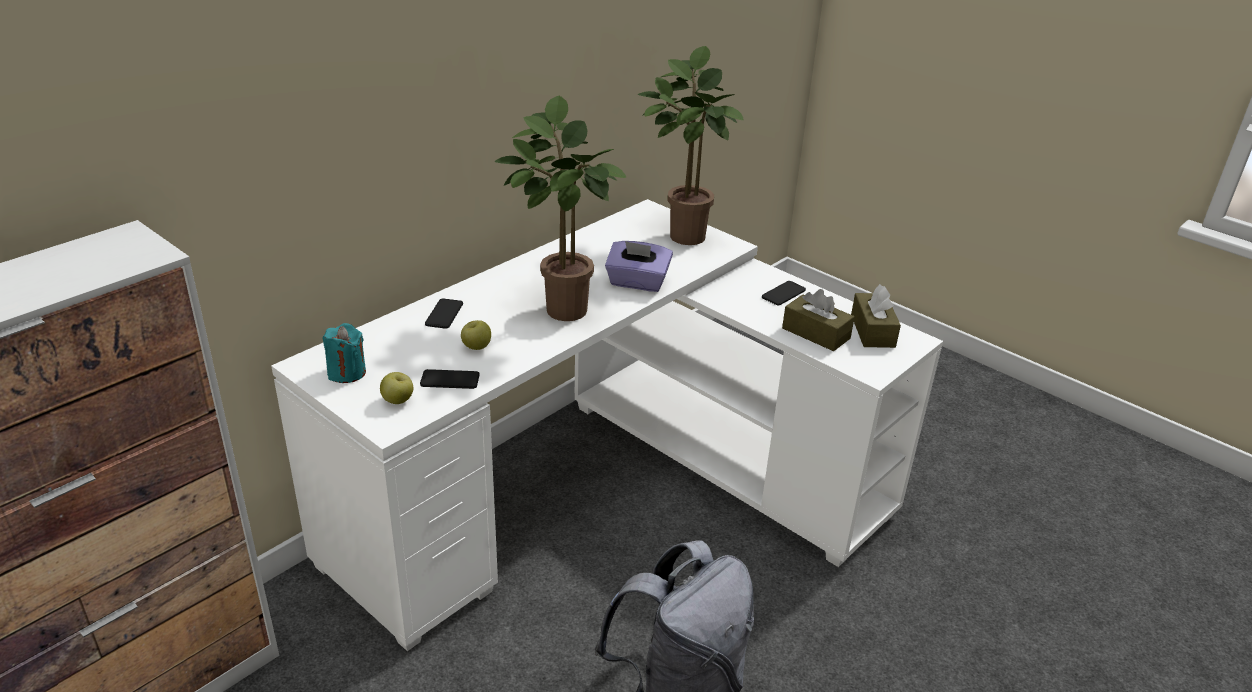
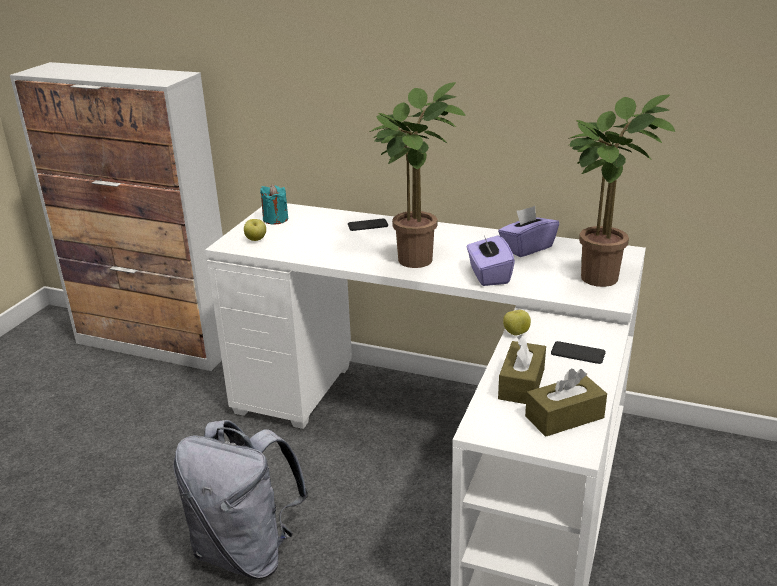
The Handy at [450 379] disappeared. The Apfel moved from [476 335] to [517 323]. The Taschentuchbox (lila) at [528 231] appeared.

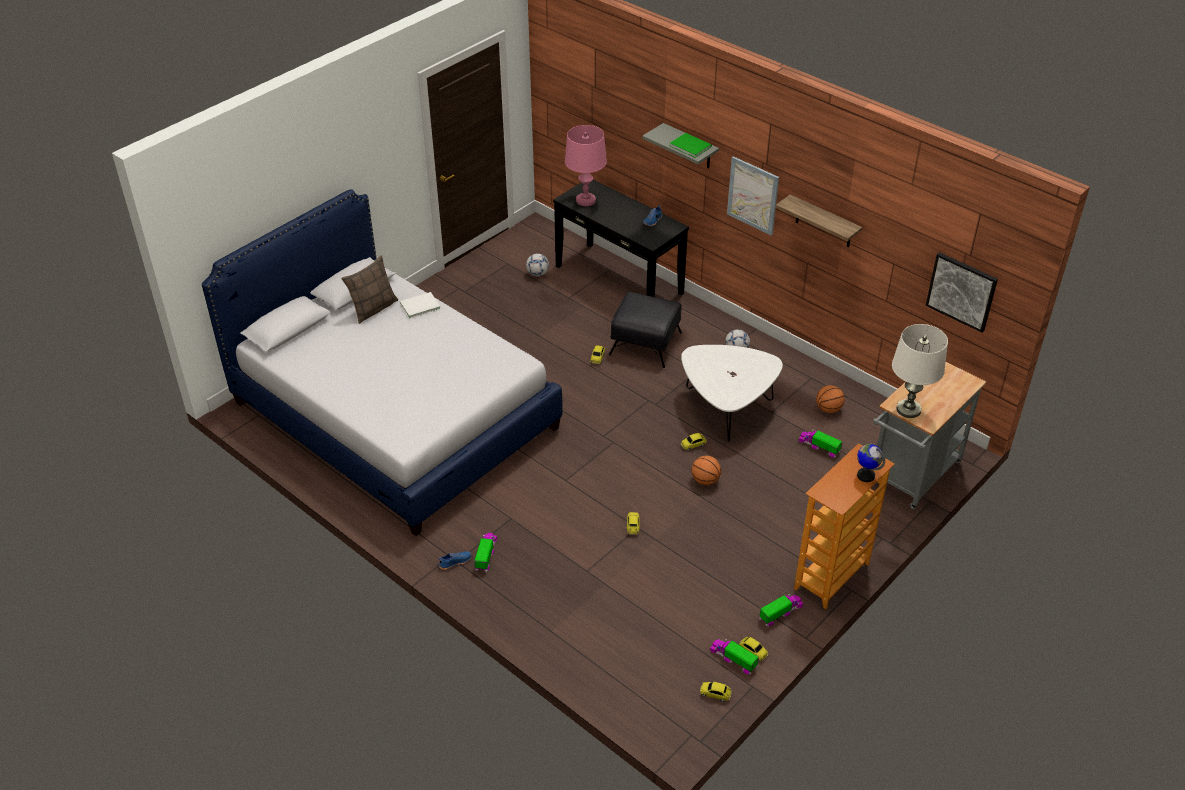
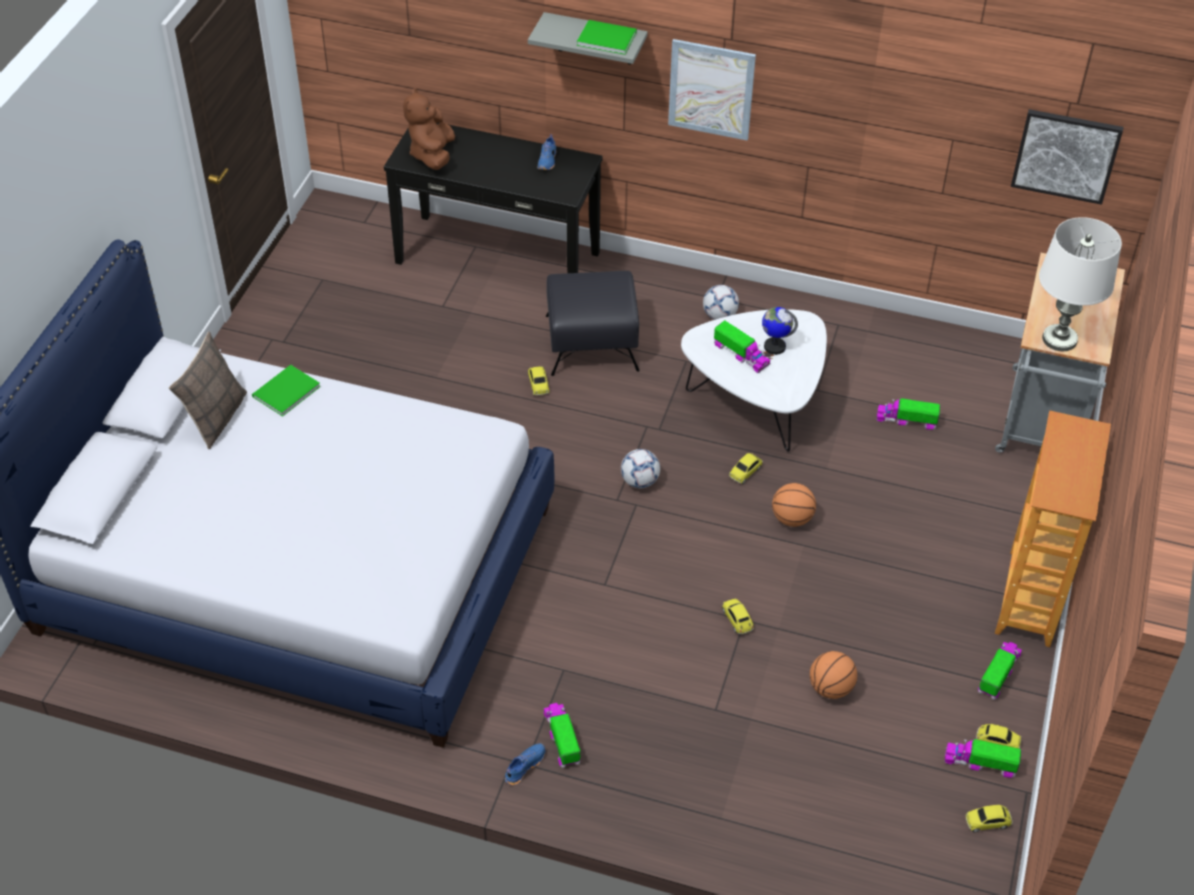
The Buch (weiß) at [420 305] became the Buch (grün) at [286 391]. The Fußball moved from [537 264] to [640 468]. The Tischlampe (rosa) at [586 165] was replaced by the Plüschtier (braun) at [429 129]. The Wandregal at [818 220] disappeared. The Basketball moved from [830 399] to [833 675]. The Globus moved from [871 463] to [780 331]. The Spielzeuglaster at [742 346] appeared.

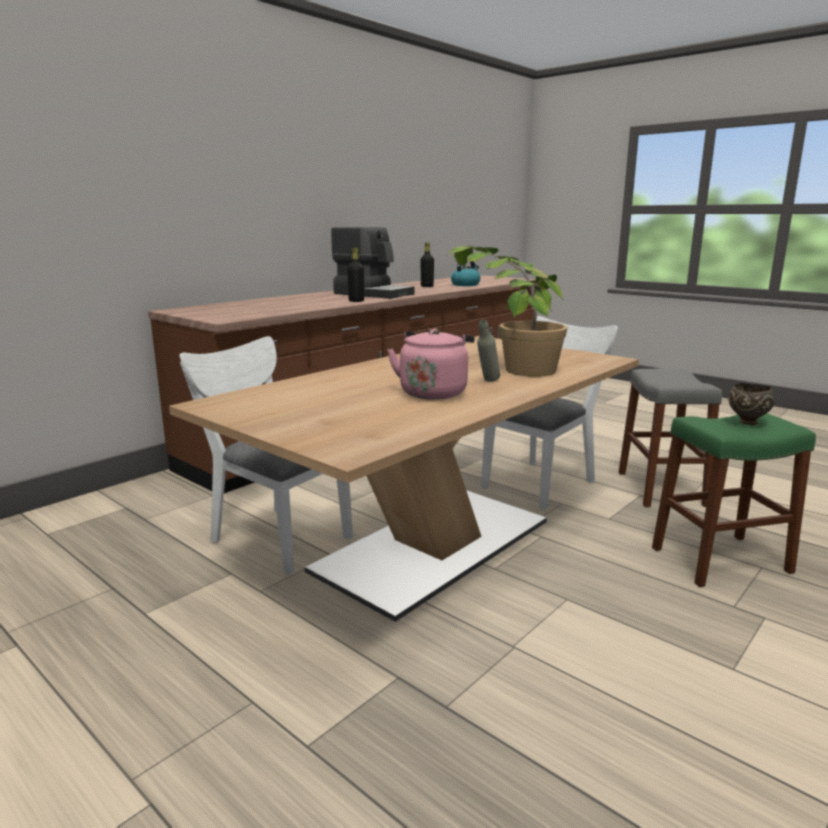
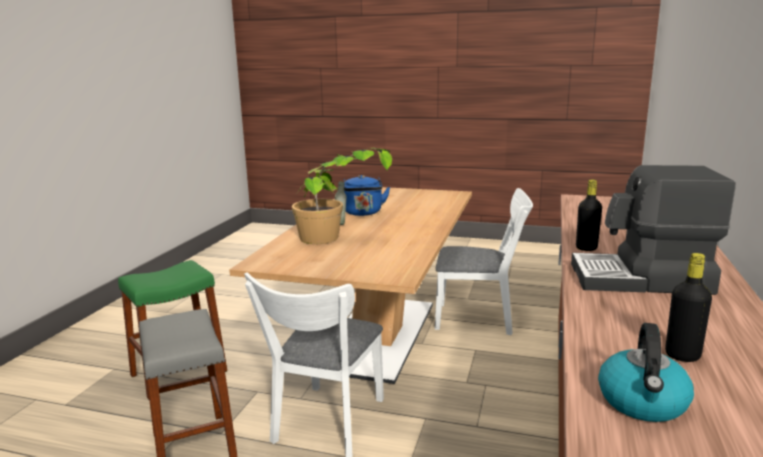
The Wasserkessel (rosa) at [431 364] became the Wasserkessel (blau) at [367 195]. The Schüssel (braun) at [751 404] disappeared.

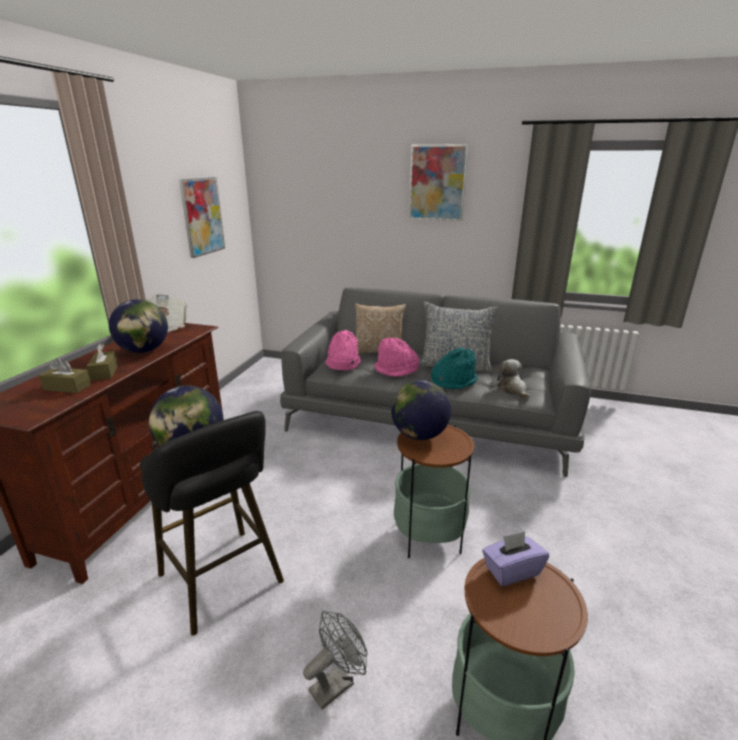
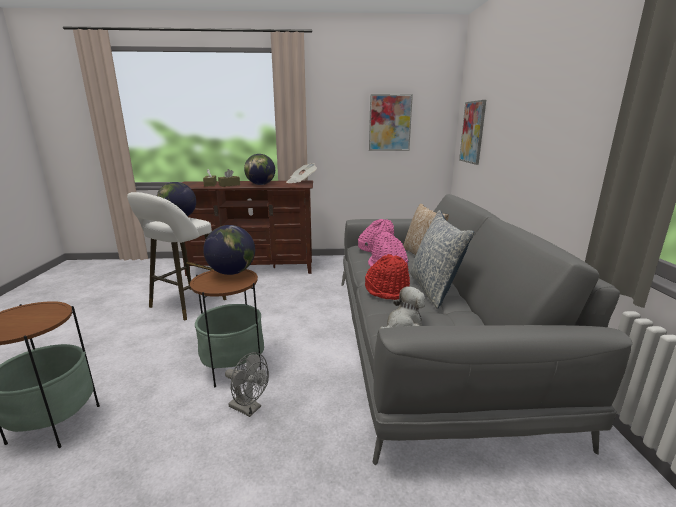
The Hocker (schwarz) at [212 523] became the Hocker (weiß) at [176 256]. The Ventilator (grau) moved from [335 660] to [247 384]. The Bild moved from [438 182] to [472 132]. The Hut (türkis) at [454 368] became the Hut (rot) at [387 277]. The Taschentuchbox (lila) at [515 558] disappeared.

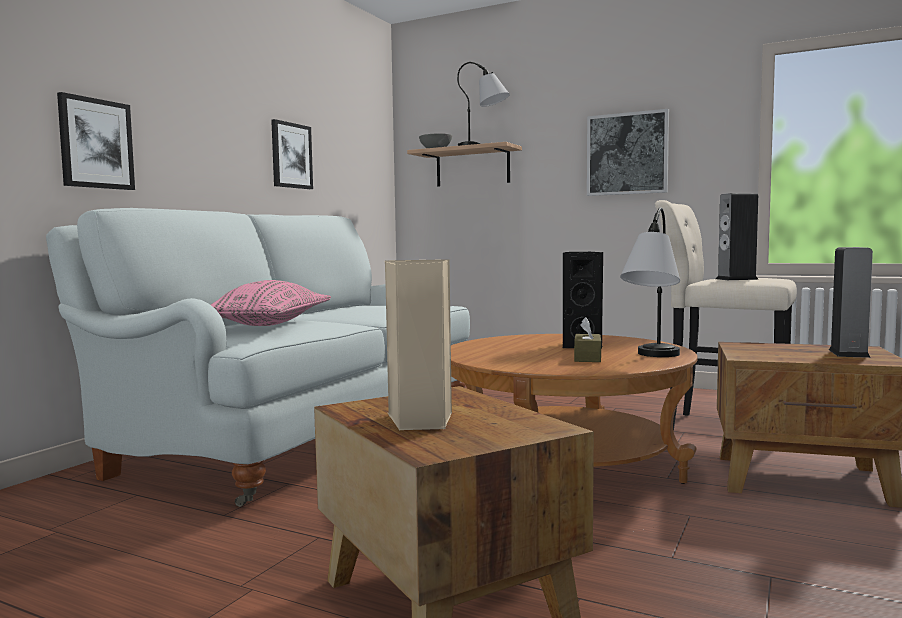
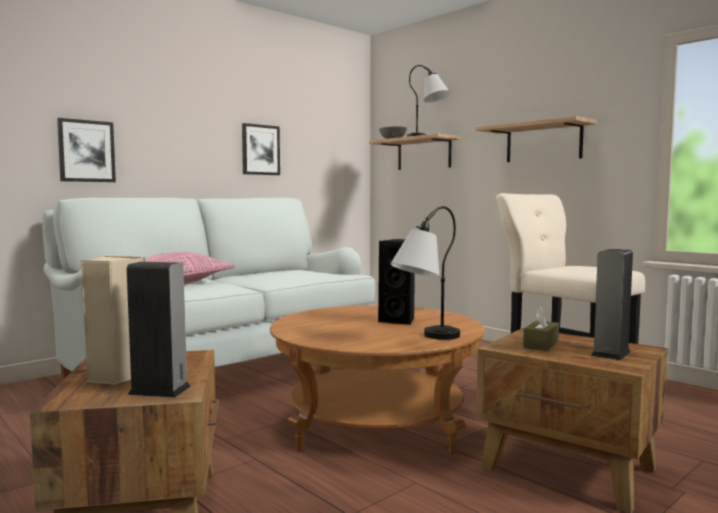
The Taschentuchbox (braun) moved from [587 339] to [541 329]. The Bild at [628 152] was replaced by the Wandregal at [536 139]. The Lautsprecher moved from [737 236] to [159 330].

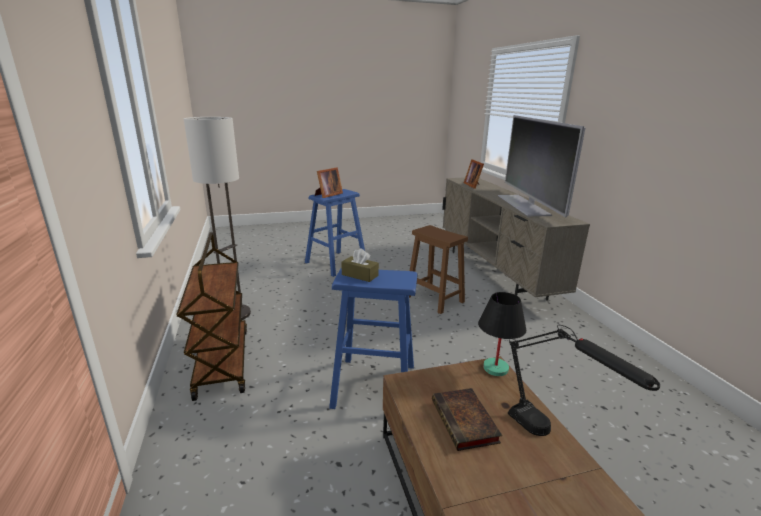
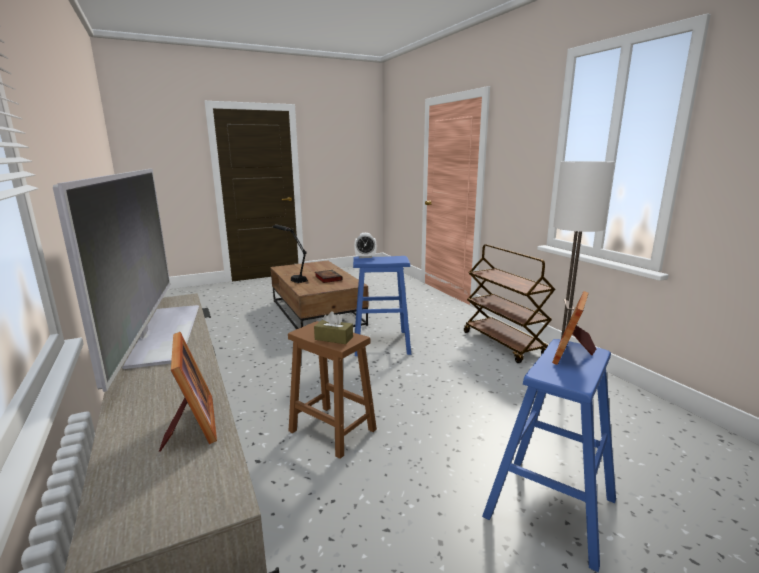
The Taschentuchbox (braun) moved from [360 265] to [333 327]. The Tischlampe (schwarz) at [502 334] disappeared. The Wecker at [365 245] appeared.

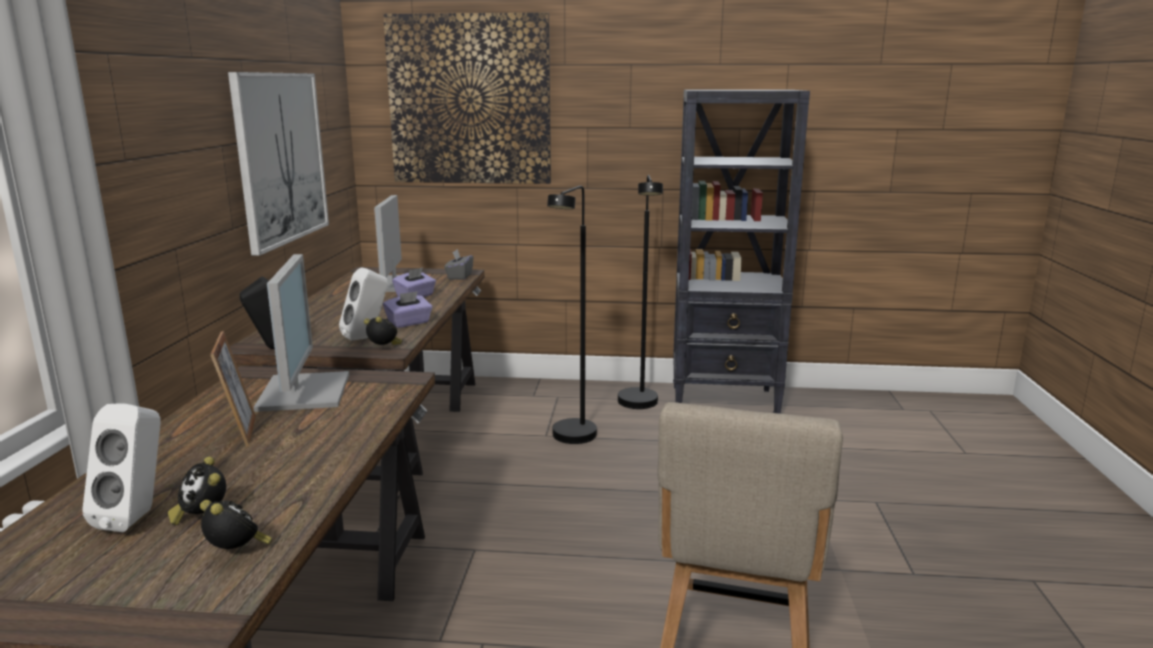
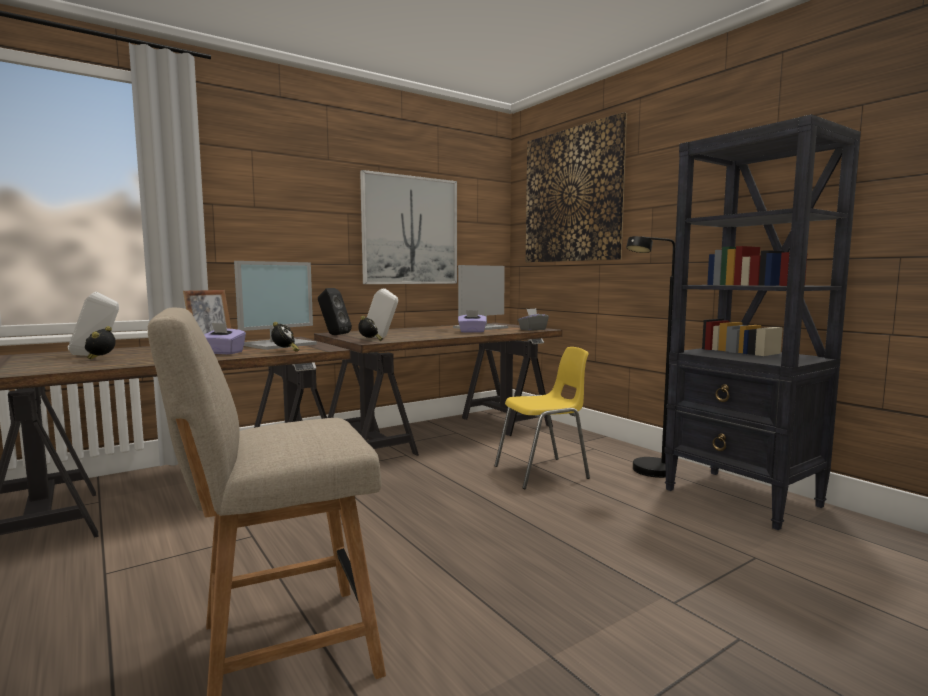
The Wecker moved from [236 524] to [285 337]. The Taschentuchbox (lila) moved from [407 309] to [225 339]. The Stehlampe (schwarz) at [572 315] was replaced by the Stuhl (gelb) at [542 418].

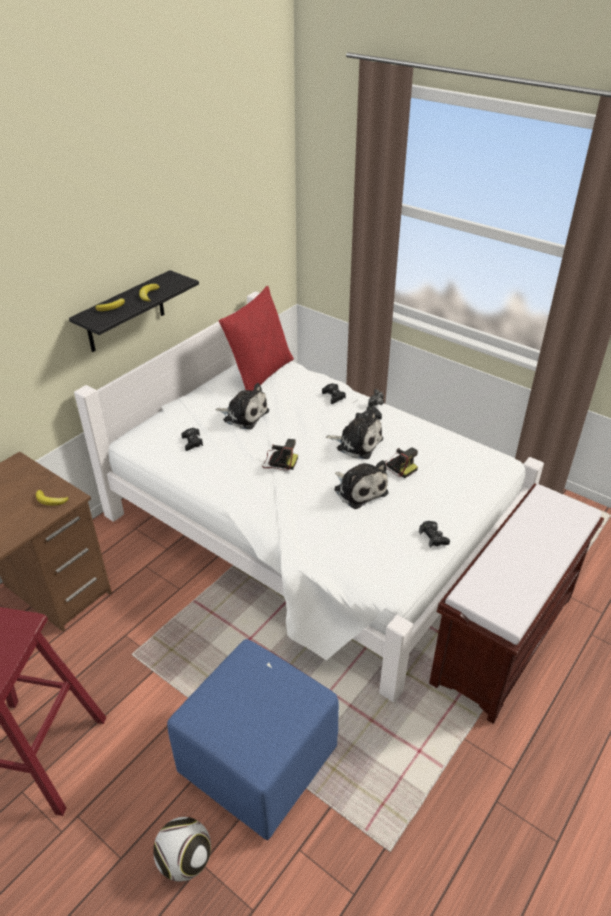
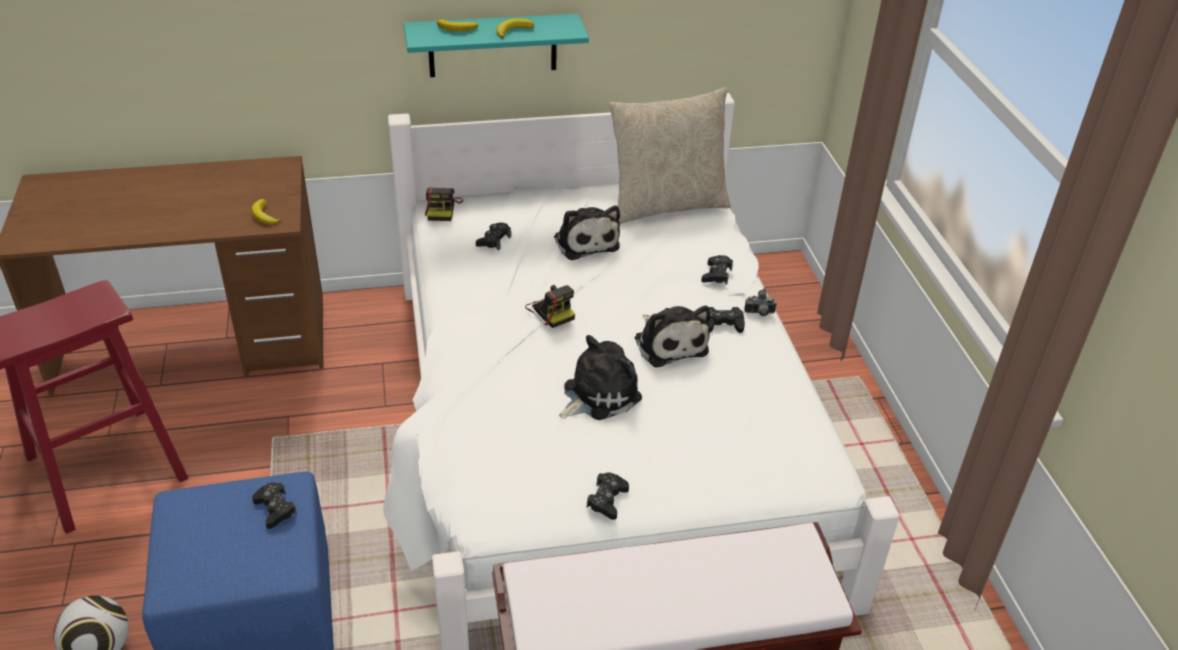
The Wandregal (schwarz) at [134 311] became the Wandregal (türkis) at [496 45]. The Kissen (rot) at [256 338] became the Kissen (beige) at [670 155]. The Plüschtier at [361 484] turned 135 degrees counterclockwise. The Kamera moved from [401 462] to [444 204]. The Gamepad (schwarz) at [274 505] appeared.

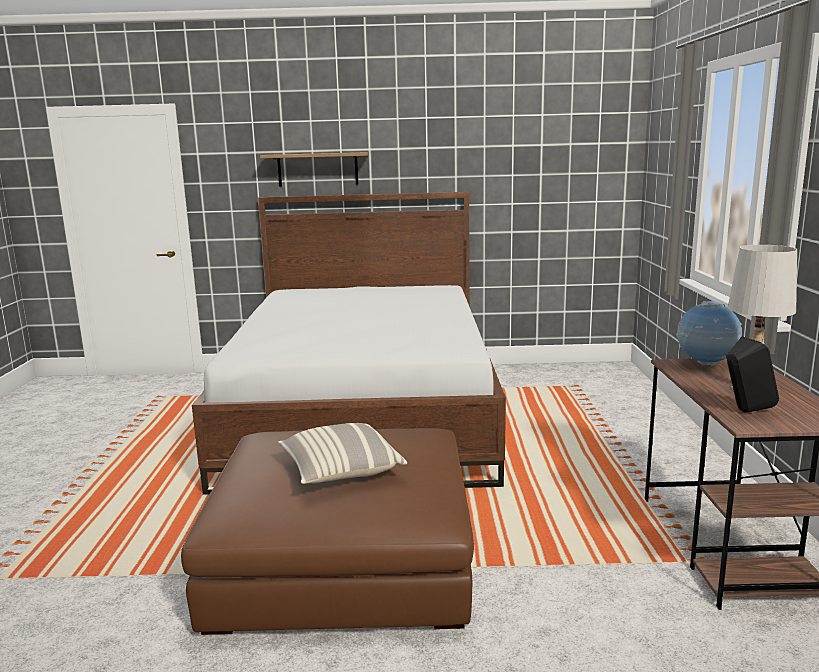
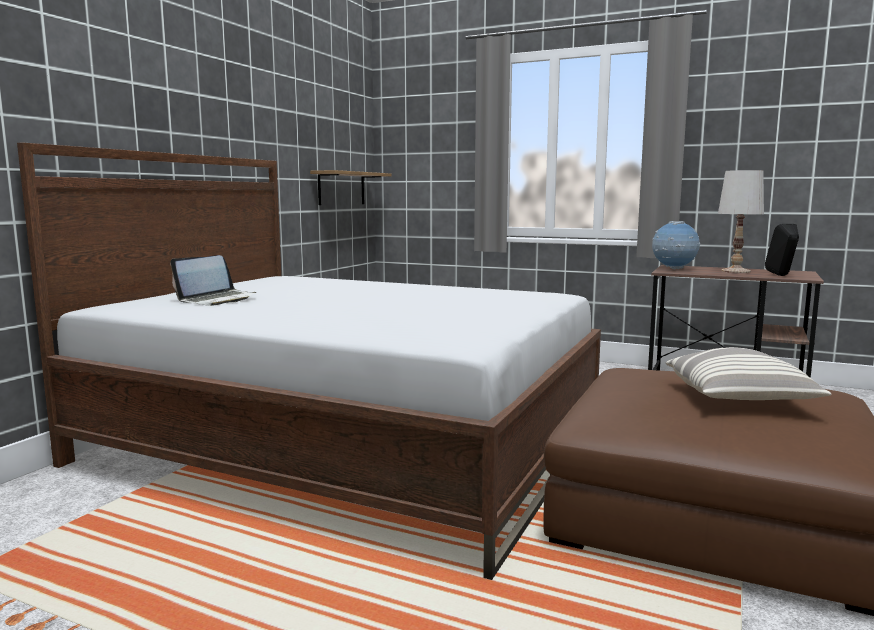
The Wandregal moved from [314 169] to [351 187]. The Laptop at [213 280] appeared.

